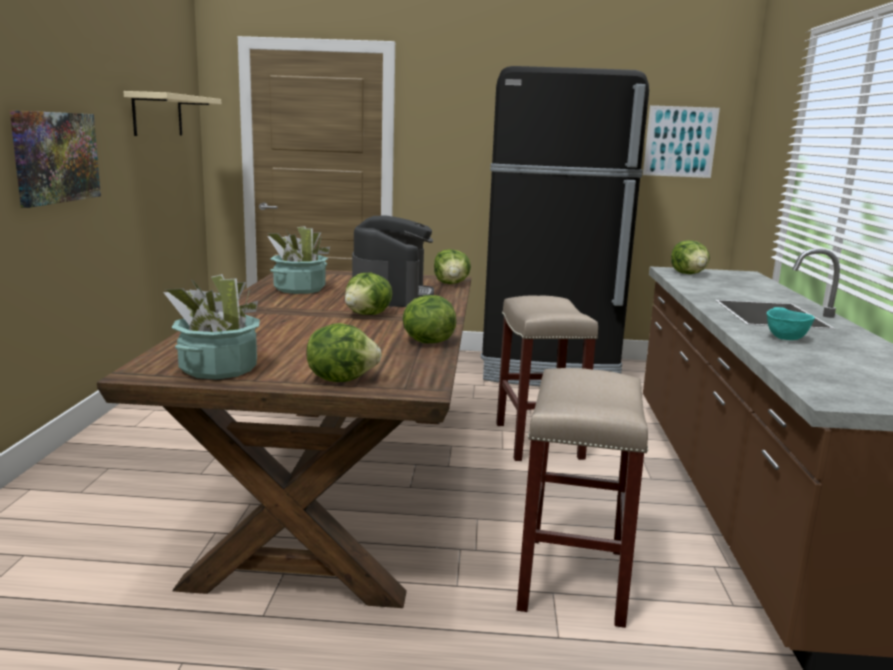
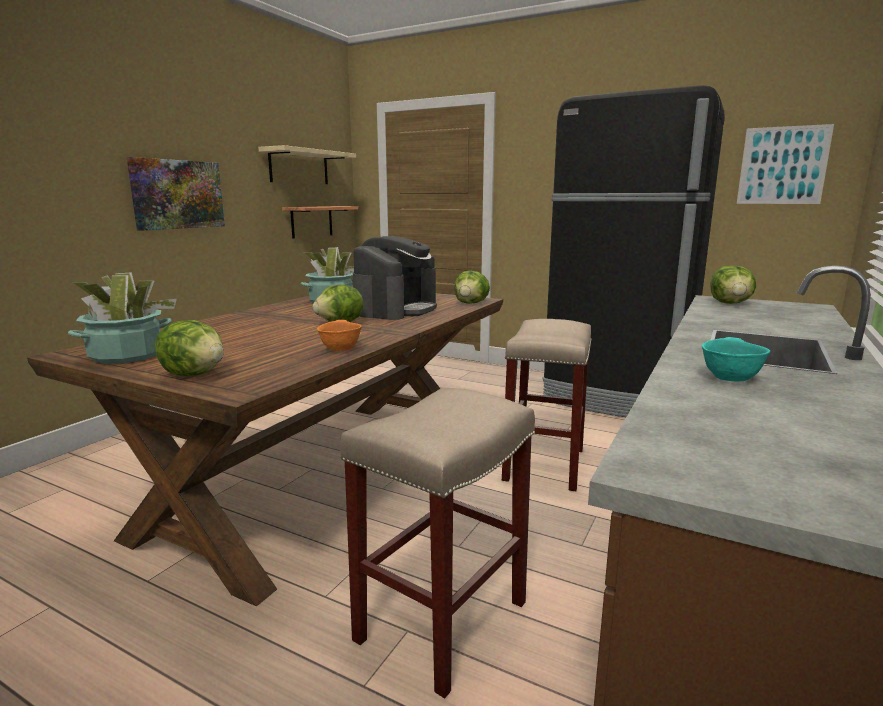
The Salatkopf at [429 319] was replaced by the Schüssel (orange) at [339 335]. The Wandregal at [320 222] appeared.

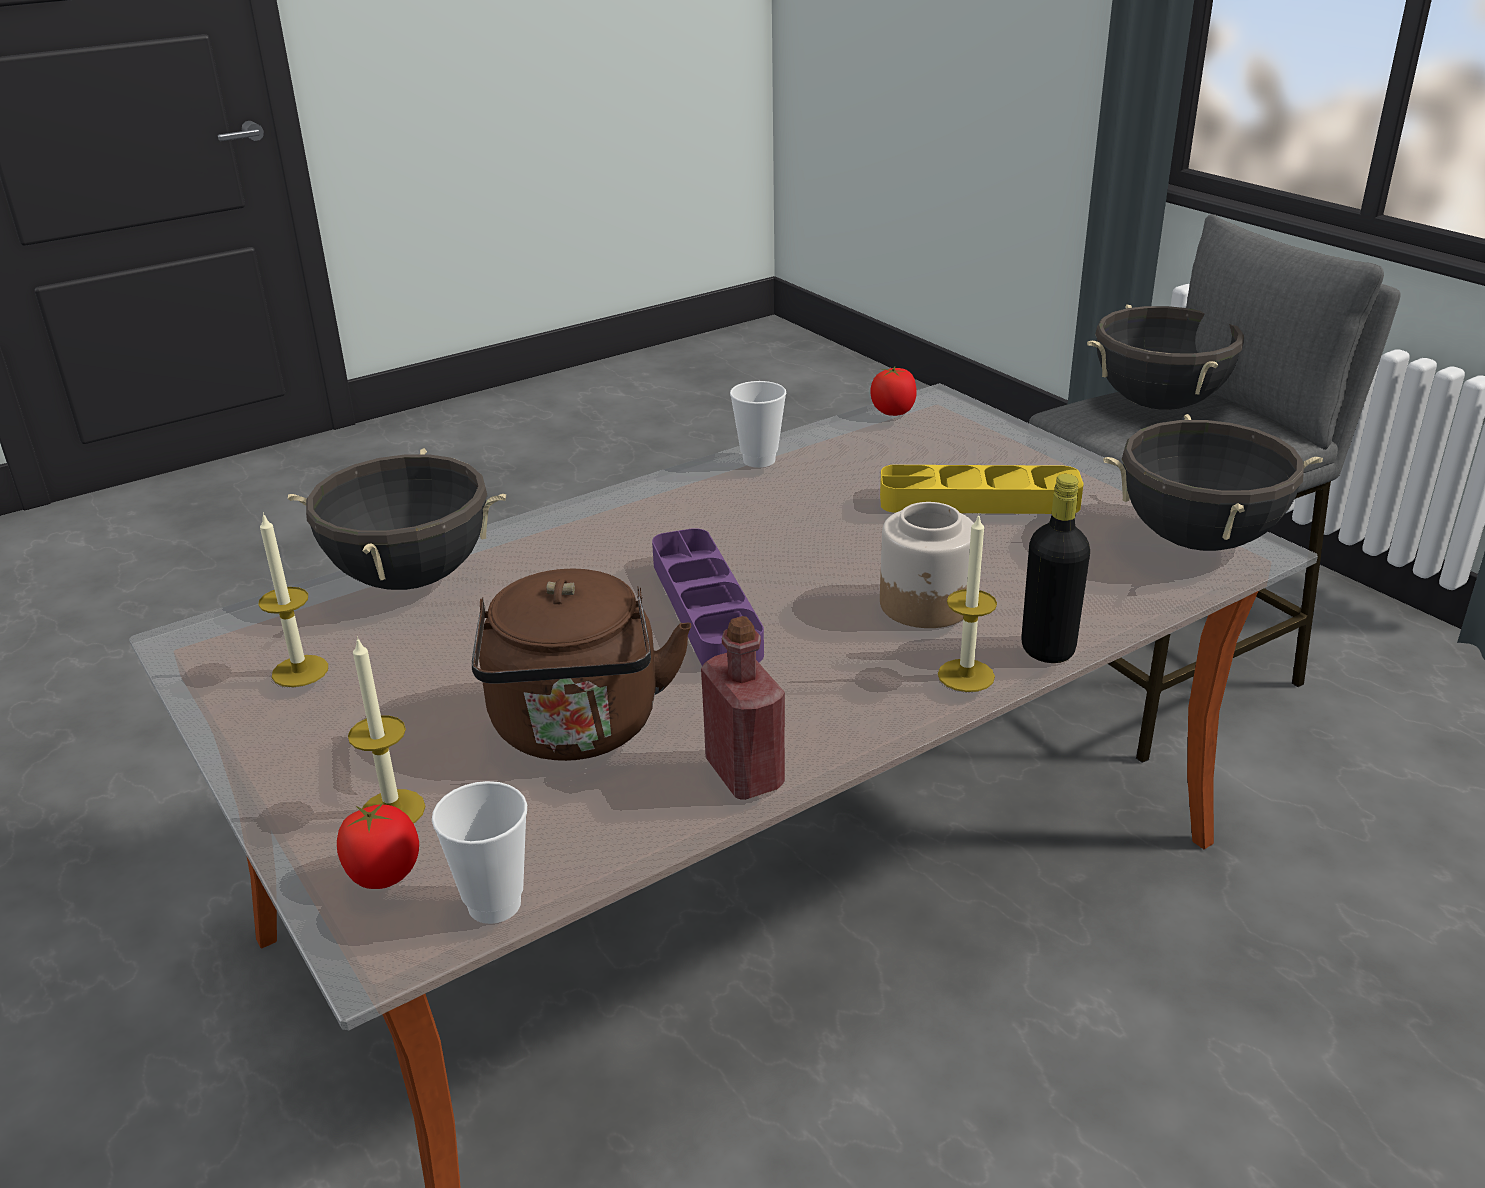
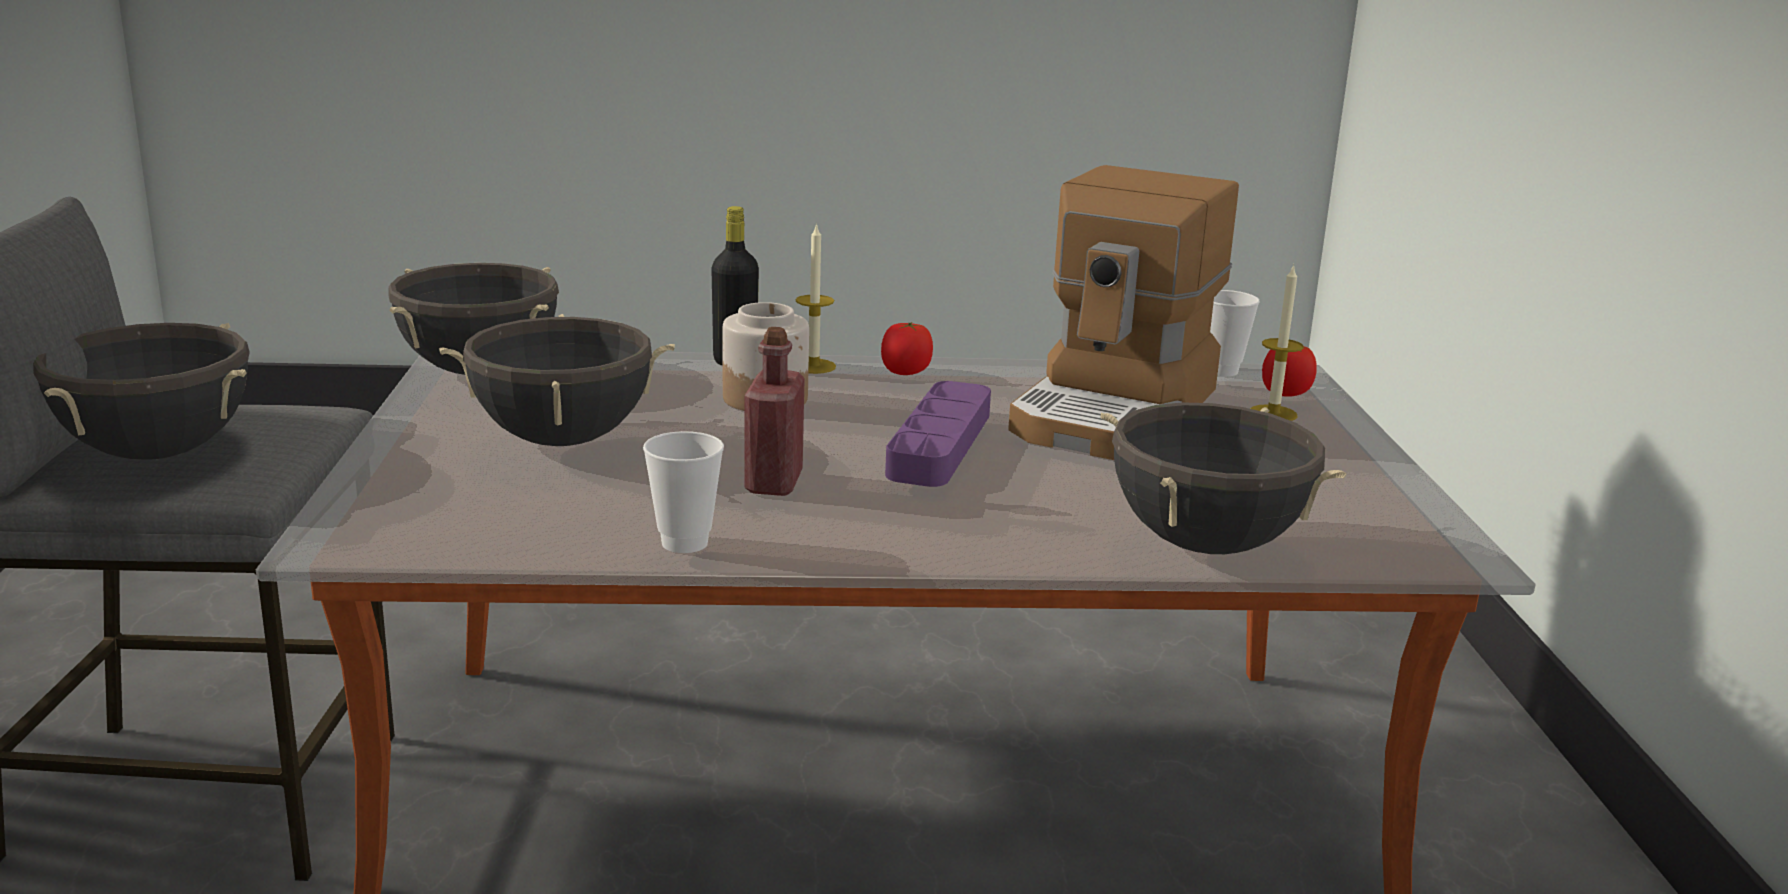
The Kerze at [293 600] disappeared. The Wasserkessel (braun) at [581 665] was replaced by the Kaffeemaschine at [1123 312]. The Flasche (rot) moved from [743 708] to [774 411]. The Tomate moved from [893 391] to [907 348]. The Tablett (gelb) at [981 489] was replaced by the Kochtopf (schwarz) at [557 380].

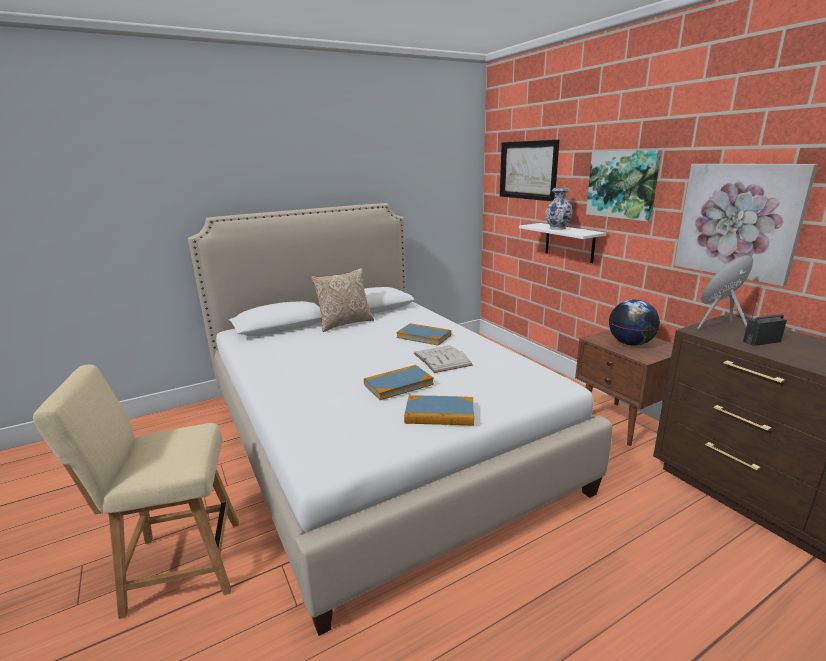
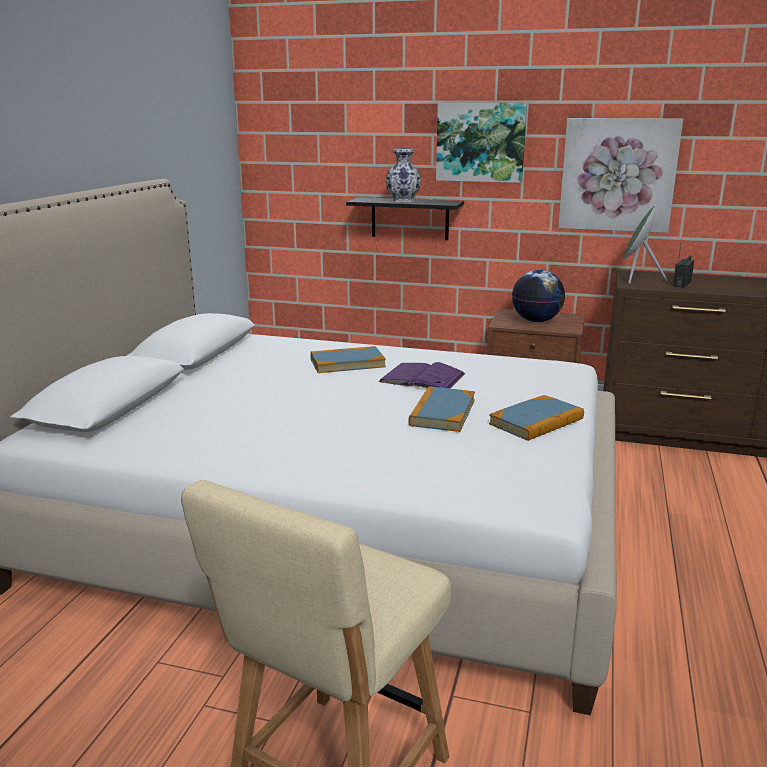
The Kissen at [342 300] disappeared. The Buch (weiß) at [443 359] became the Buch (lila) at [421 375]. The Bild at [529 170] disappeared. The Wandregal (weiß) at [562 243] became the Wandregal (schwarz) at [405 218].

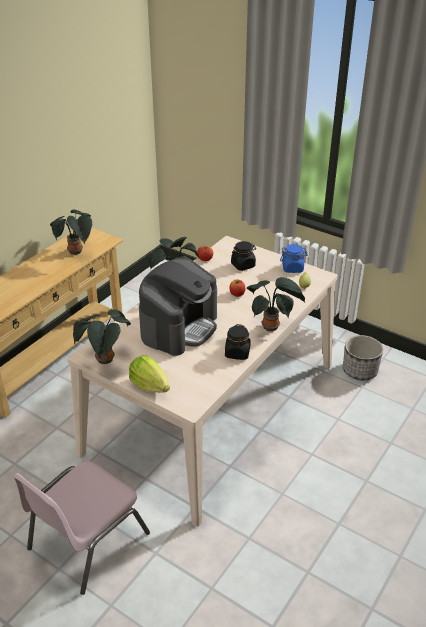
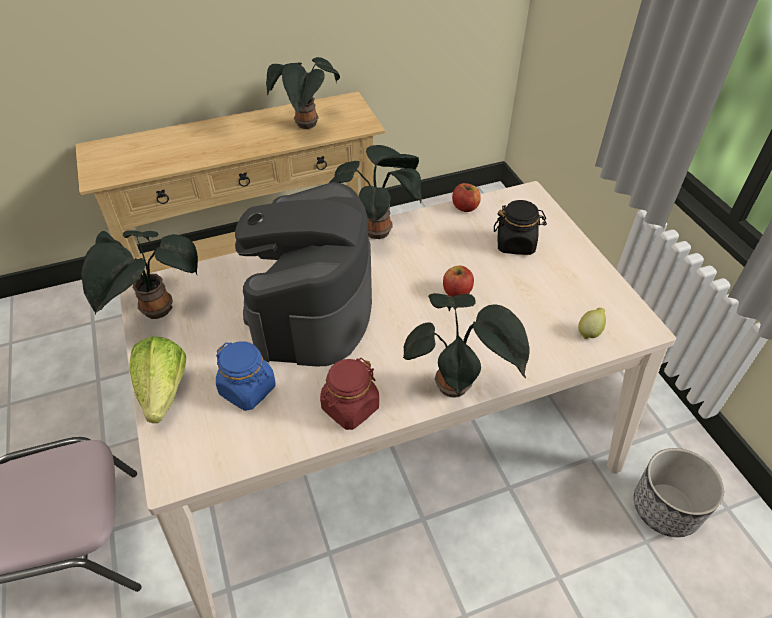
The Kaffeemaschine at [178 307] turned 120 degrees clockwise. The Vorratsglas (schwarz) at [238 342] became the Vorratsglas (rot) at [349 394]. The Vorratsglas (blau) moved from [294 258] to [246 376].

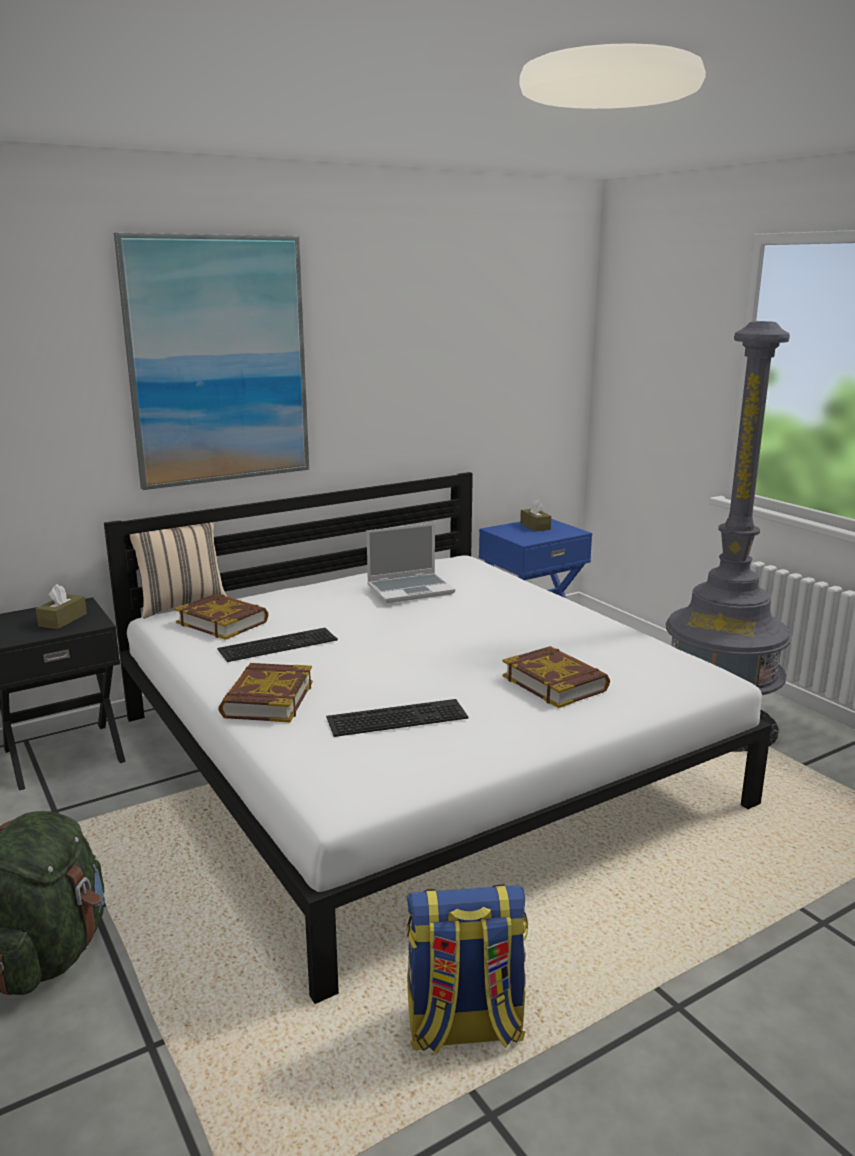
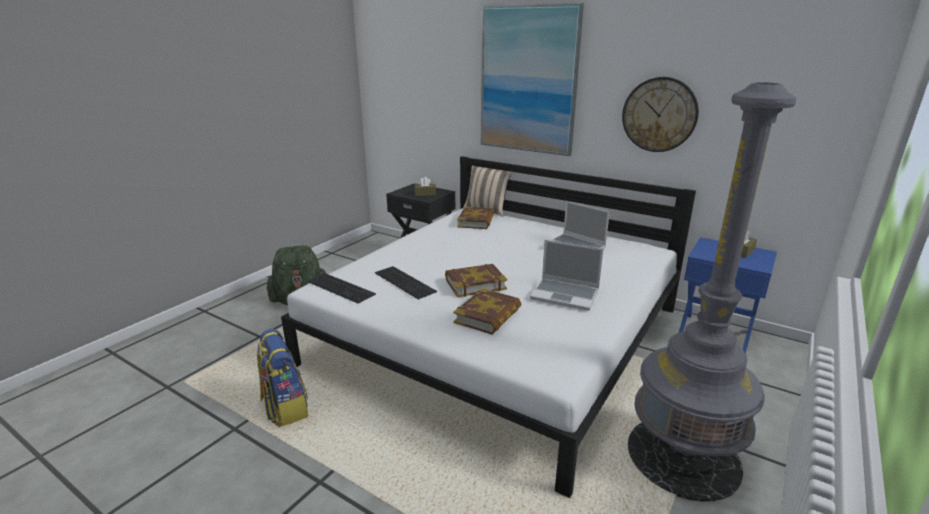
The Tastatur moved from [277 645] to [341 288]. The Buch moved from [265 692] to [476 280]. The Laptop at [566 275] appeared. The Wanduhr at [660 114] appeared.

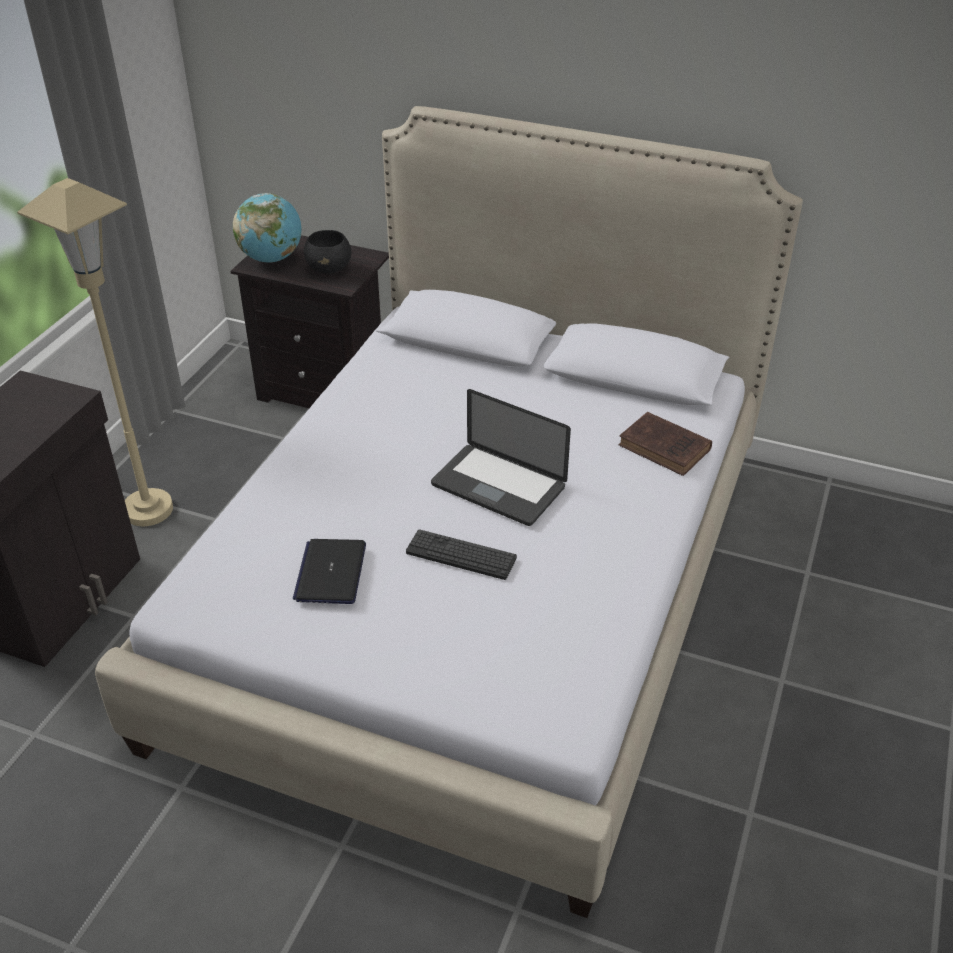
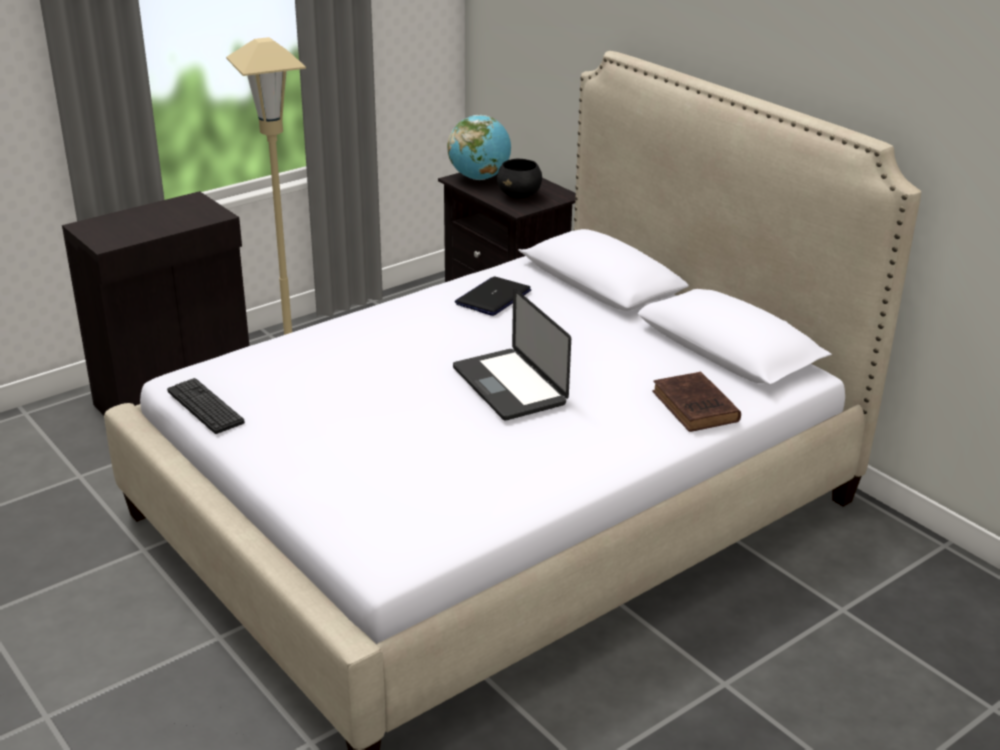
The Laptop moved from [329 571] to [493 296]. The Tastatur moved from [461 554] to [206 406].

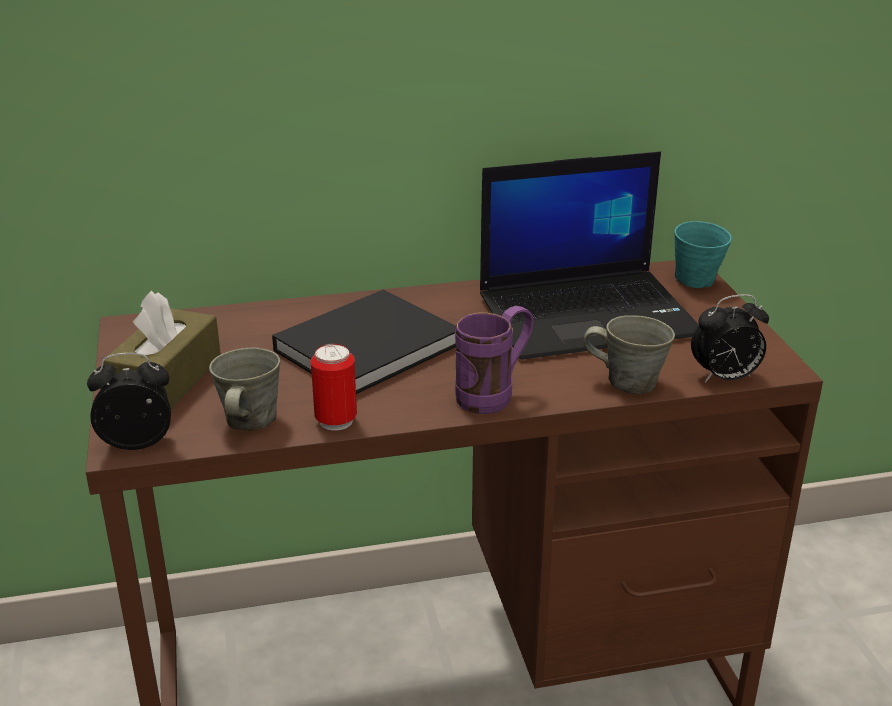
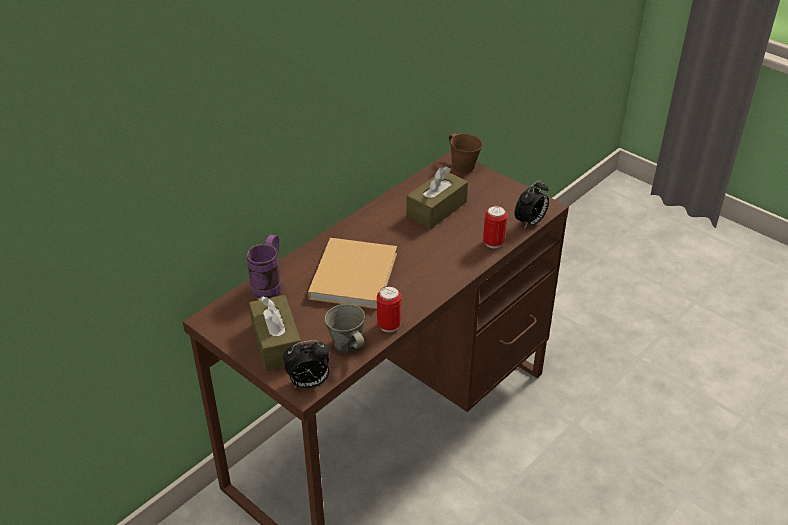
The Wecker at [129 401] turned 150 degrees counterclockwise. The Buch (schwarz) at [364 342] became the Buch (beige) at [352 273]. The Henkelbecher (lila) moved from [494 360] to [264 266]. The Laptop at [589 255] was replaced by the Taschentuchbox (braun) at [437 197]. The Henkelbecher (grau) at [629 354] was replaced by the Dose at [495 227]. The Henkelbecher (türkis) at [703 254] became the Henkelbecher (braun) at [466 153].

